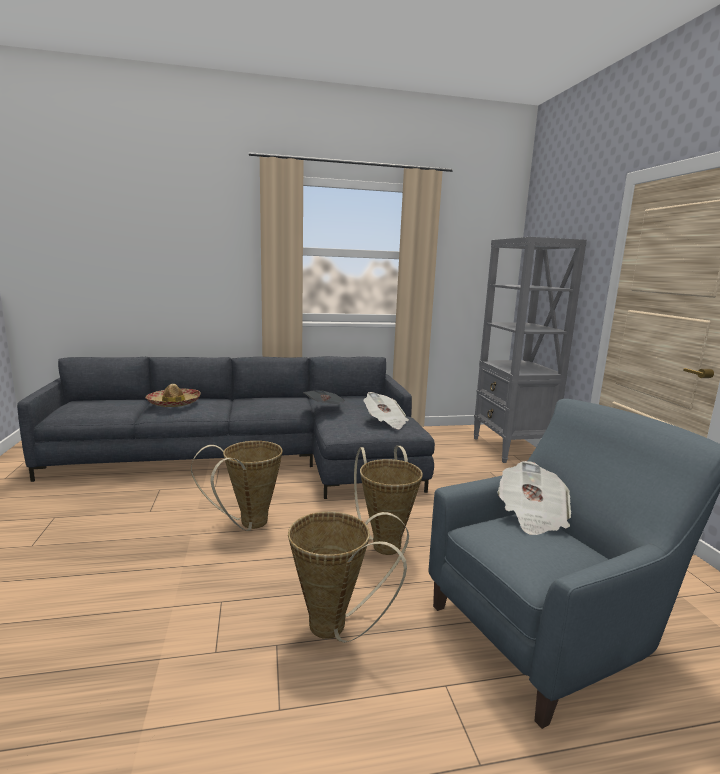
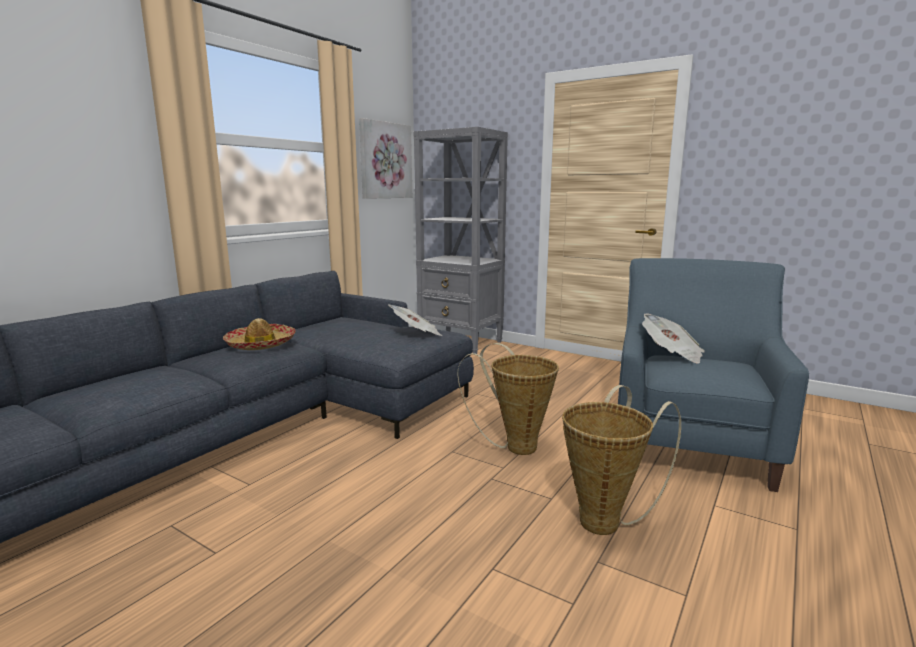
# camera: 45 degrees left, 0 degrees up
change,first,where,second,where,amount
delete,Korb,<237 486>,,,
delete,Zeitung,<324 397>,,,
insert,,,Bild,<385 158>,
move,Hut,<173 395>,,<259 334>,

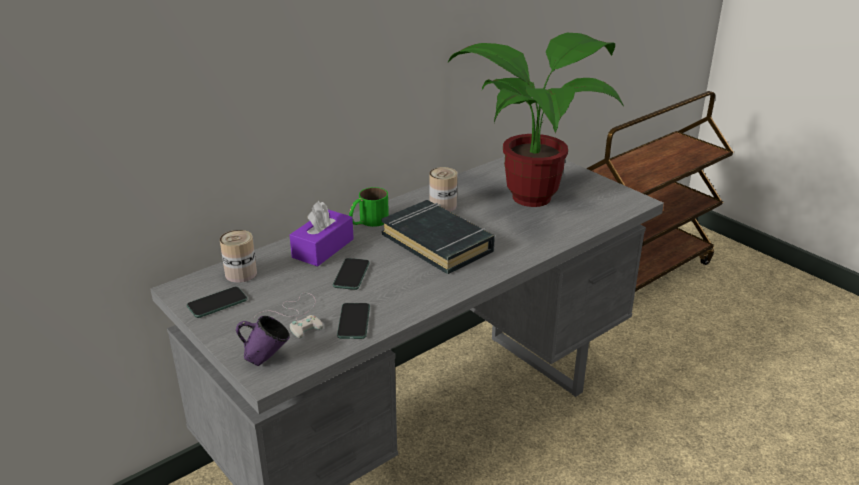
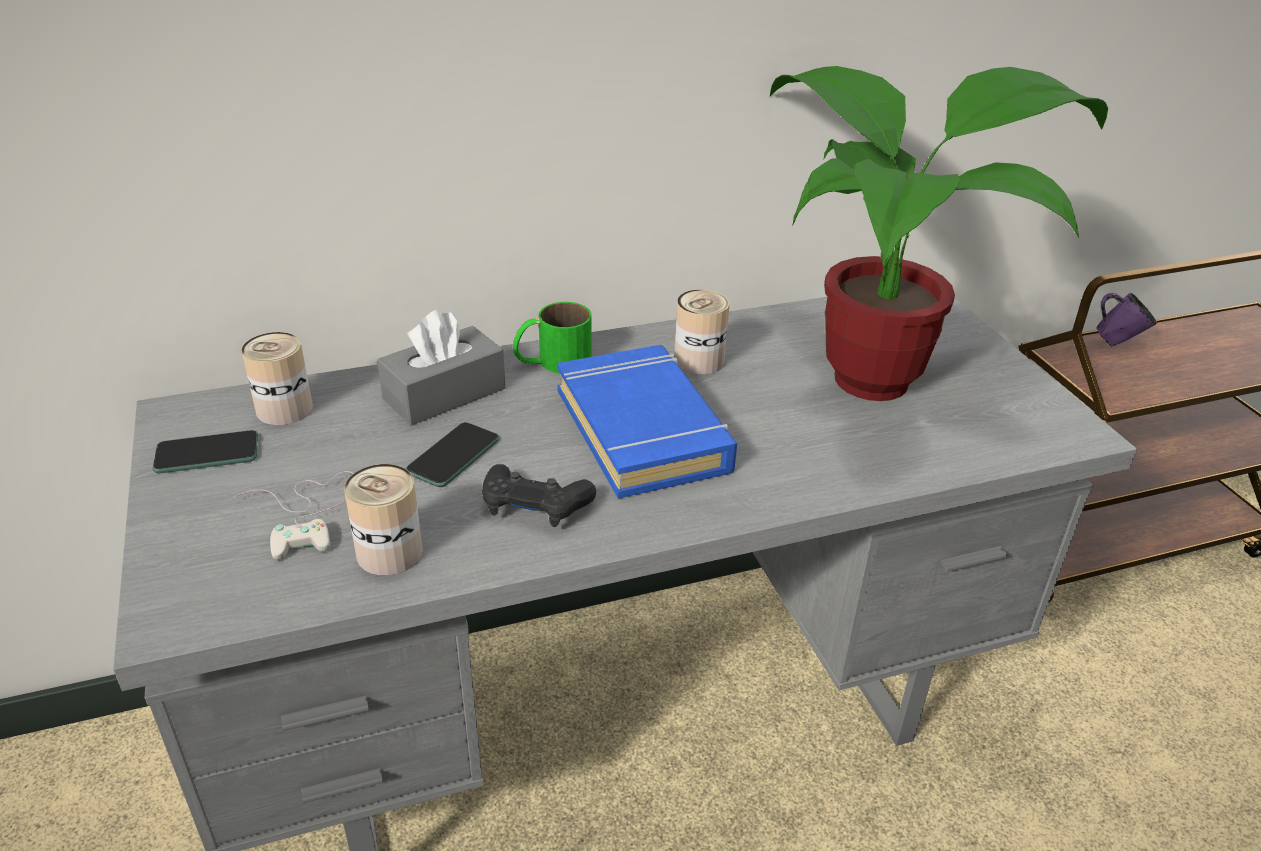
# camera: 20 degrees right, 5 degrees up
change,first,where,second,where,amount
insert,,,Gamepad/schwarz,<539 495>,
move,Henkelbecher/lila,<262 341>,,<1126 320>,
replace,Handy,<353 321>,Dose,<383 519>,
recolor,Taschentuchbox/lila,<322 234>,Taschentuchbox/grau,<441 367>,
recolor,Buch/schwarz,<438 237>,Buch/blau,<647 422>,

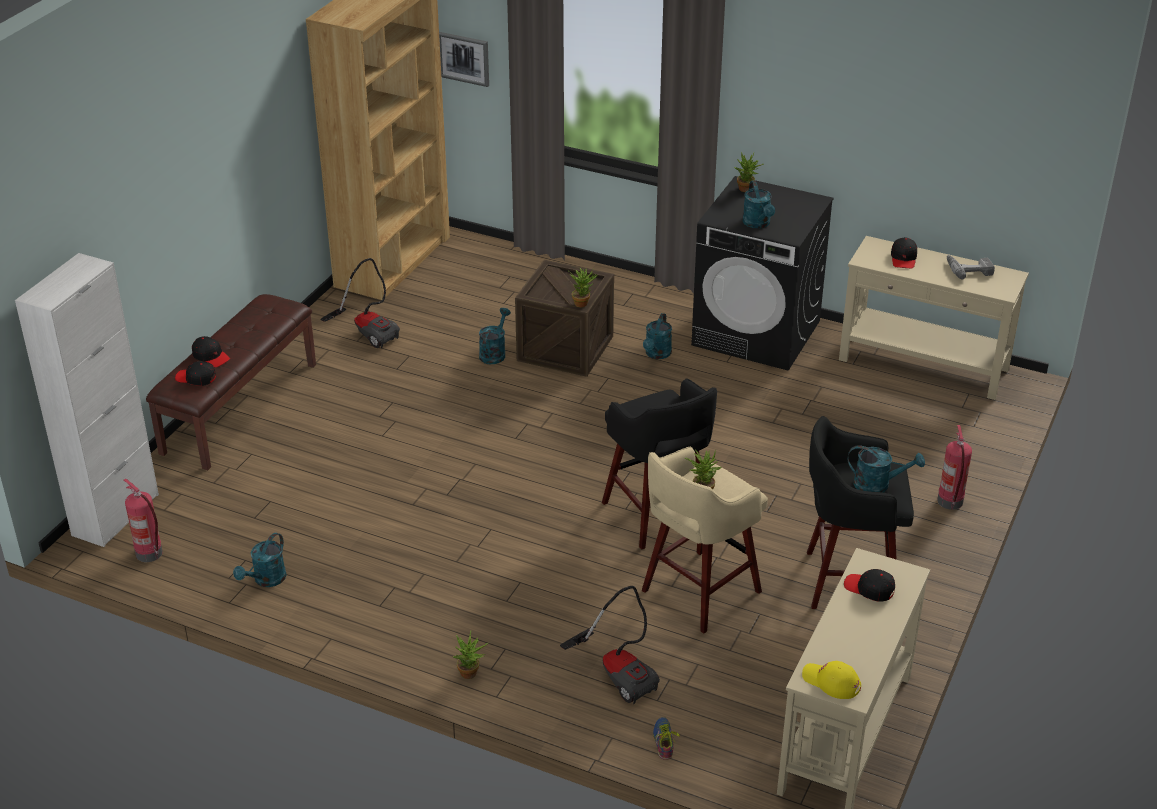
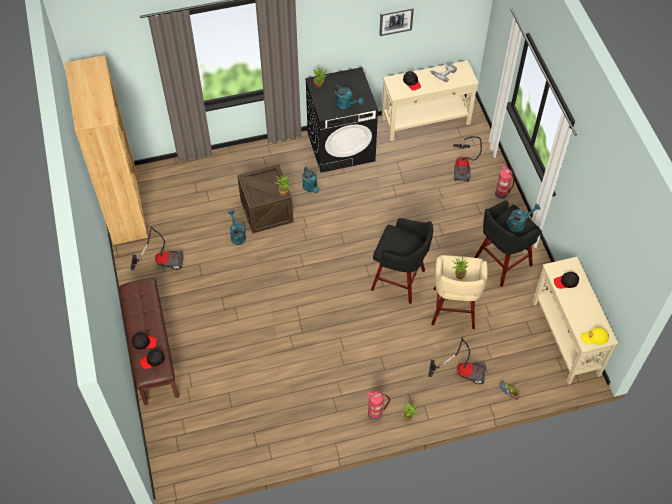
# camera: 40 degrees left, 20 degrees up
change,first,where,second,where,amount
delete,Schrank/weiß,<87 400>,,,
delete,Gießkanne/türkis,<260 560>,,,
insert,,,Staubsauger,<467 159>,
move,Feuerlöscher,<143 520>,,<378 405>,
move,Bild,<464 59>,,<396 21>,

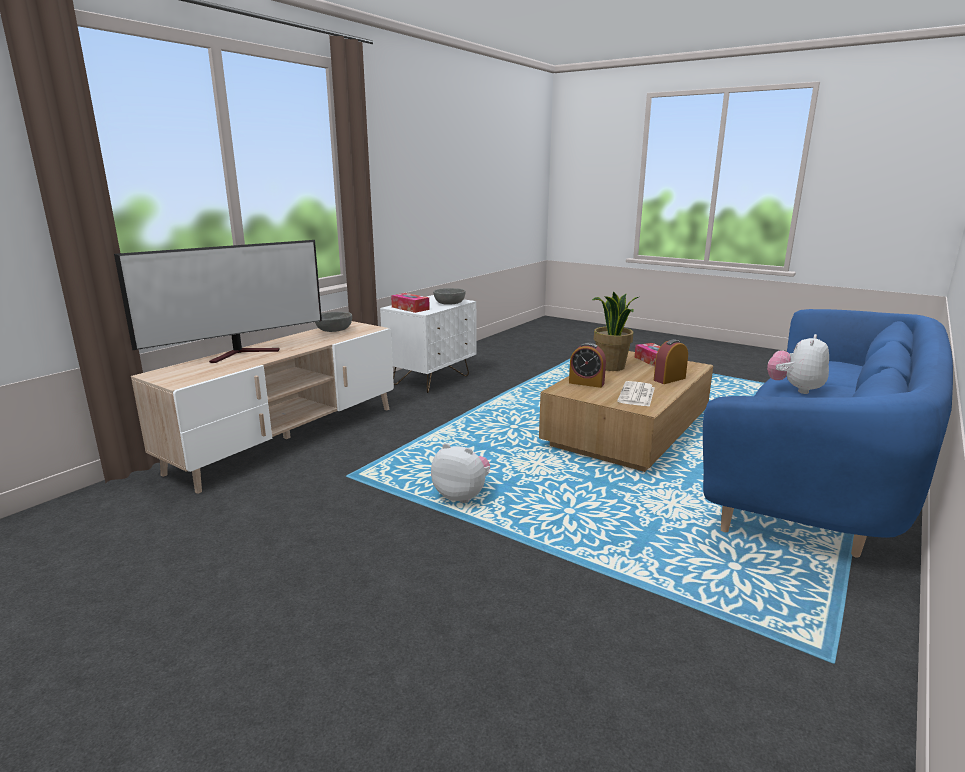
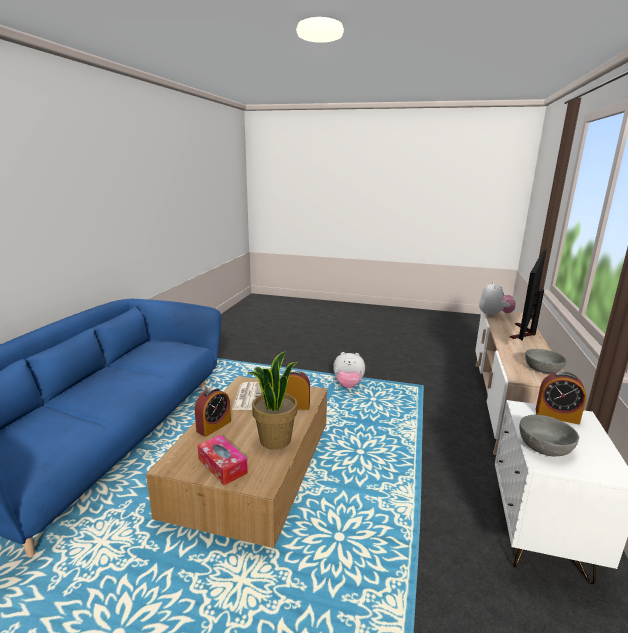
# camera: 160 degrees right, 0 degrees up
change,first,where,second,where,amount
move,Plüschtier,<798 364>,,<497 299>,
replace,Taschentuchbox,<410 303>,Wecker,<561 398>,

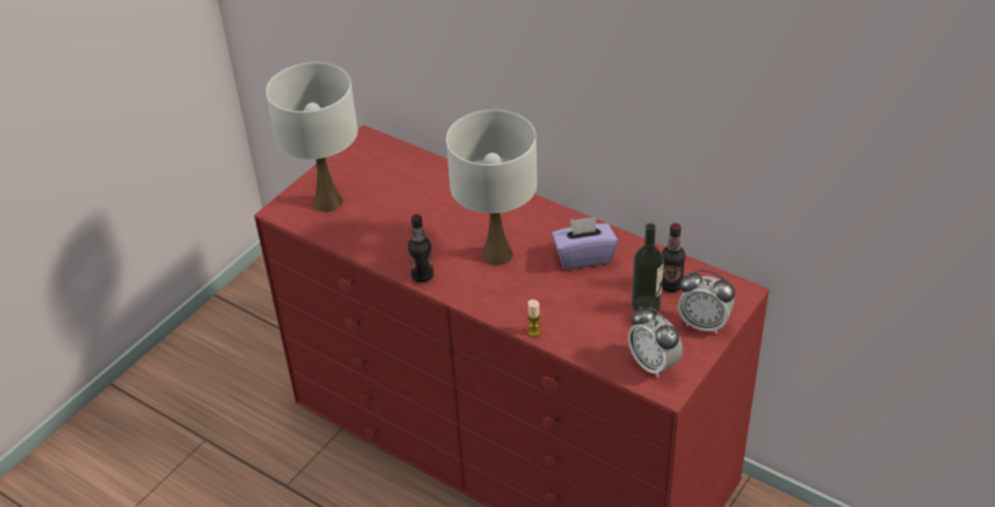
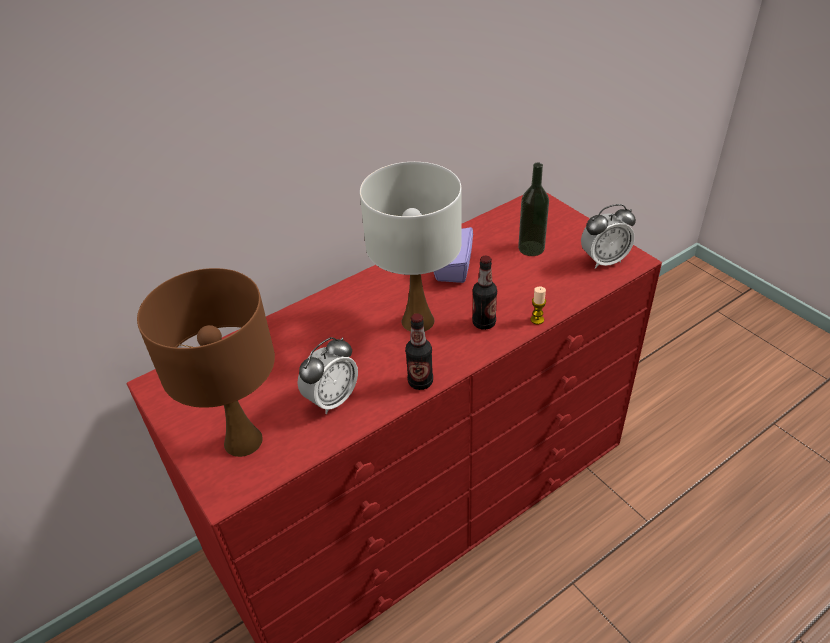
# camera: 70 degrees left, 0 degrees up
change,first,where,second,where,amount
move,Flasche,<673 257>,,<484 293>,
move,Wecker,<706 302>,,<328 375>,
recolor,Tischlampe/weiß,<312 137>,Tischlampe/braun,<206 362>,

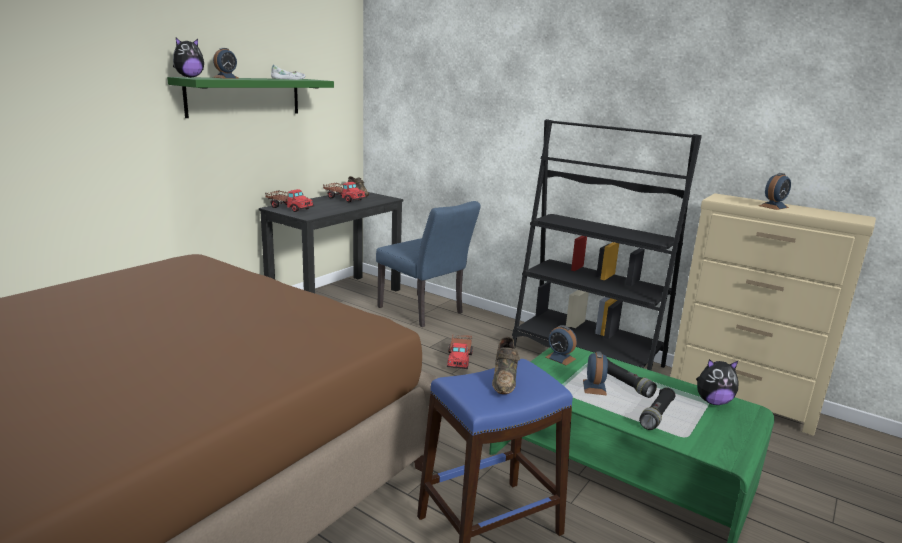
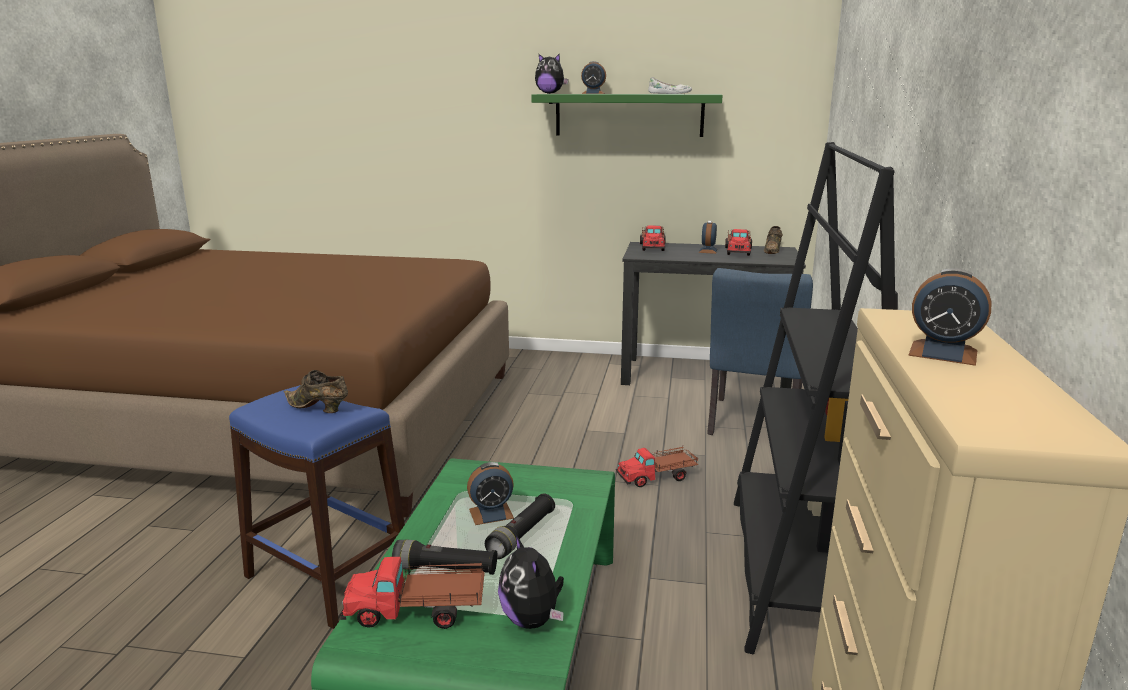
# camera: 65 degrees right, 0 degrees up
change,first,where,second,where,amount
insert,,,Spielzeuglaster,<412 593>,
move,Wecker,<561 345>,,<708 237>,
rotate,Schuh/braun,<506 365>,,<316 391>,45 degrees clockwise

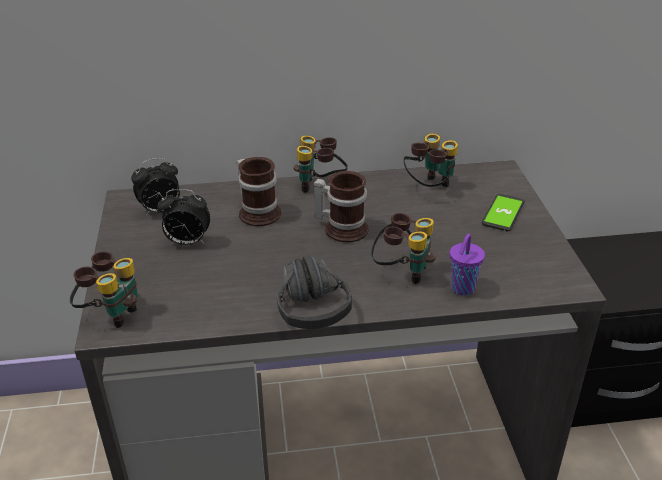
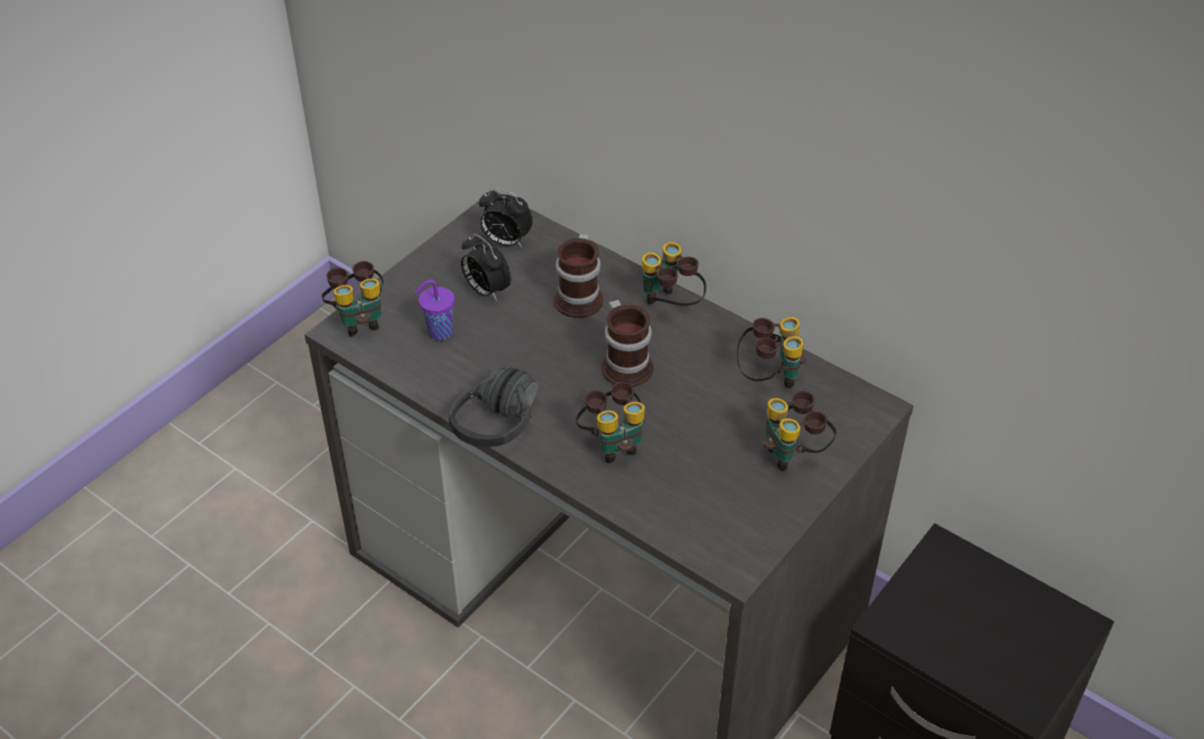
# camera: 45 degrees right, 10 degrees up
change,first,where,second,where,amount
move,Tasse/lila,<467 264>,,<434 310>,
replace,Handy,<503 212>,Fernglas,<800 431>,

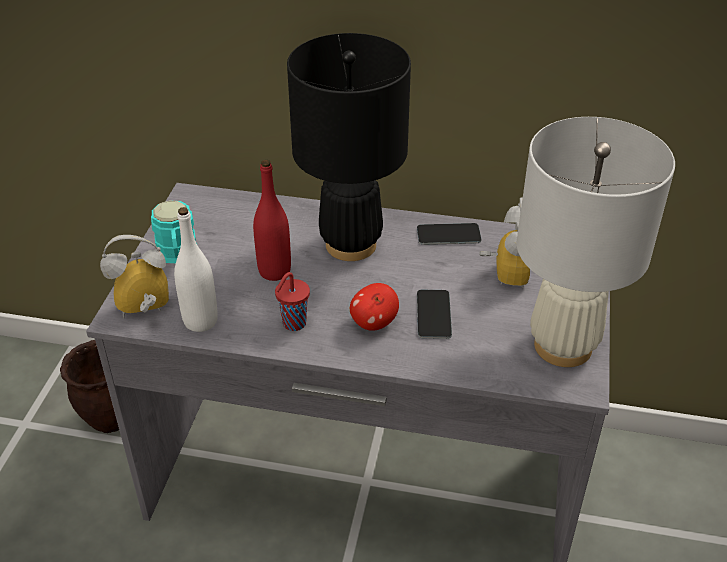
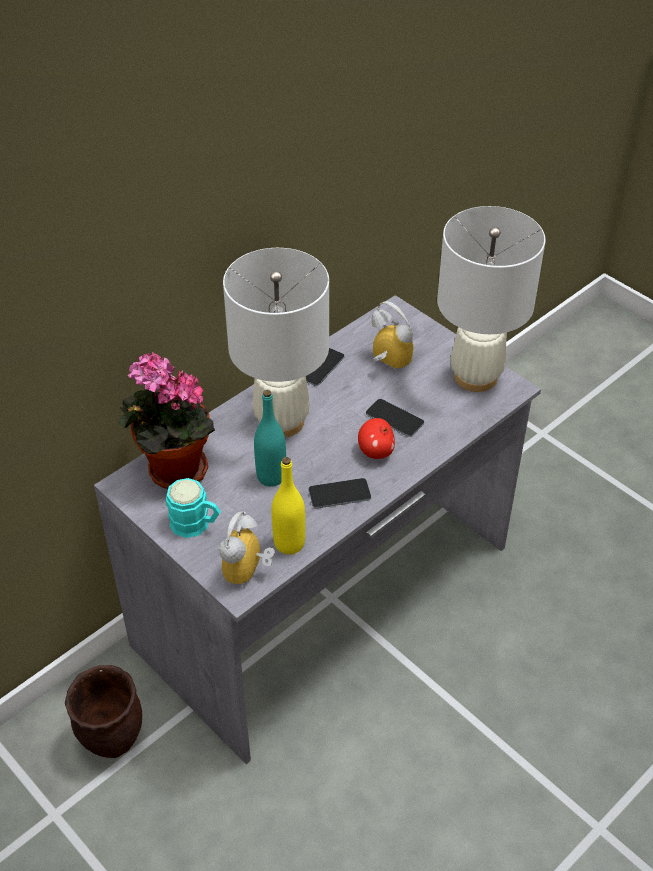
# camera: 55 degrees left, 5 degrees up
change,first,where,second,where,amount
insert,,,Topfpflanze,<167 420>,
replace,Tasse/rot,<292 301>,Handy,<340 493>,
recolor,Flasche/weiß,<196 269>,Flasche/gelb,<288 505>,
recolor,Flasche/rot,<272 220>,Flasche/türkis,<270 438>,
recolor,Tischlampe/schwarz,<349 147>,Tischlampe/weiß,<276 343>,

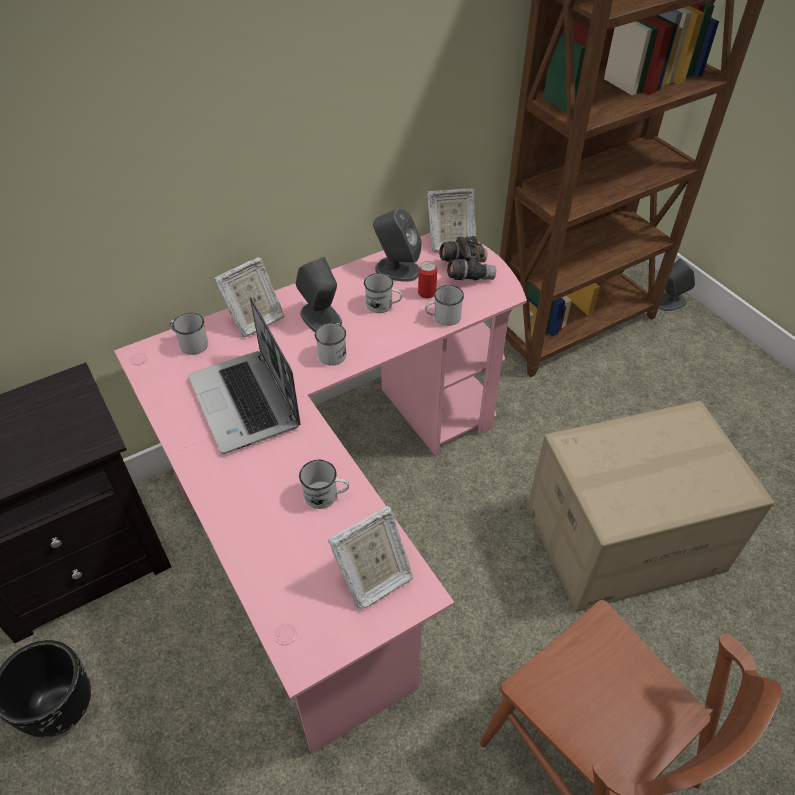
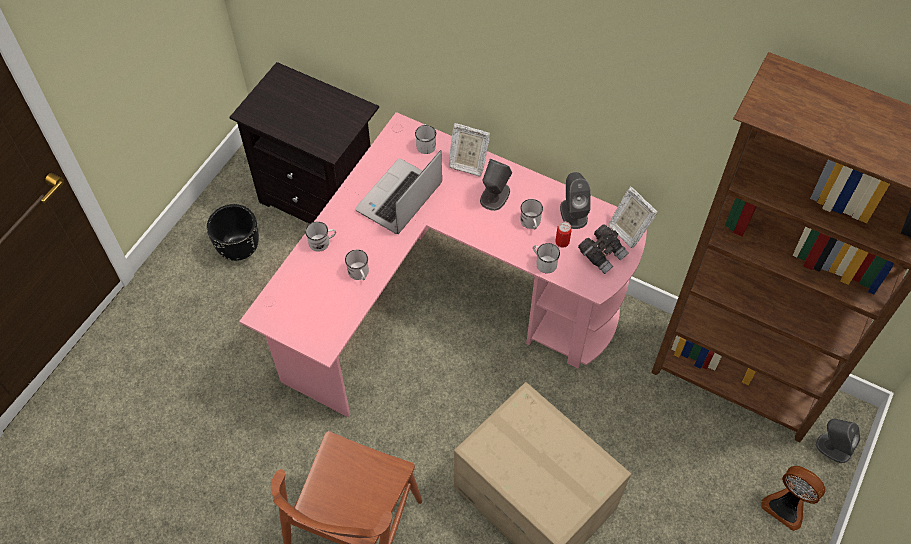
# camera: 60 degrees right, 10 degrees up
change,first,where,second,where,amount
delete,Bilderrahmen,<371 557>,,,
insert,,,Ventilator,<793 498>,
move,Henkelbecher/weiß,<330 344>,,<320 236>,

